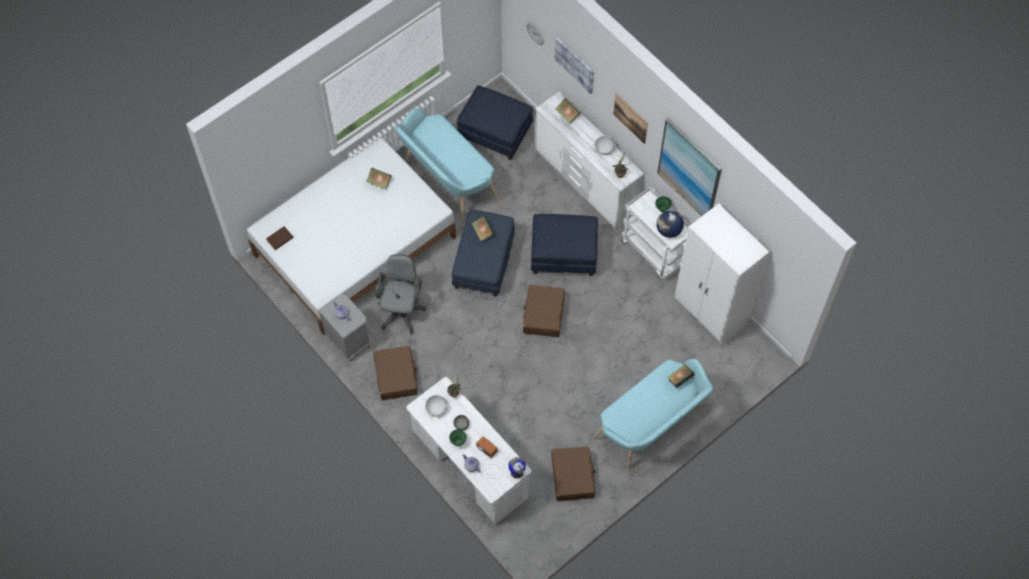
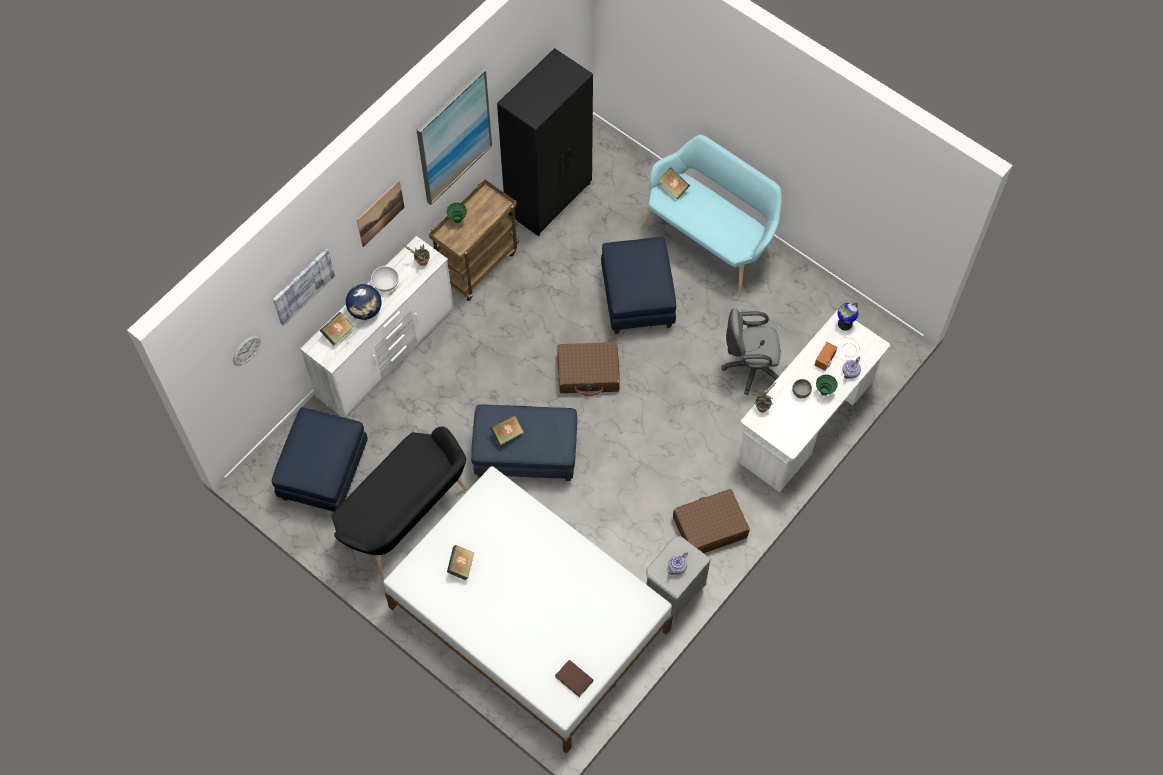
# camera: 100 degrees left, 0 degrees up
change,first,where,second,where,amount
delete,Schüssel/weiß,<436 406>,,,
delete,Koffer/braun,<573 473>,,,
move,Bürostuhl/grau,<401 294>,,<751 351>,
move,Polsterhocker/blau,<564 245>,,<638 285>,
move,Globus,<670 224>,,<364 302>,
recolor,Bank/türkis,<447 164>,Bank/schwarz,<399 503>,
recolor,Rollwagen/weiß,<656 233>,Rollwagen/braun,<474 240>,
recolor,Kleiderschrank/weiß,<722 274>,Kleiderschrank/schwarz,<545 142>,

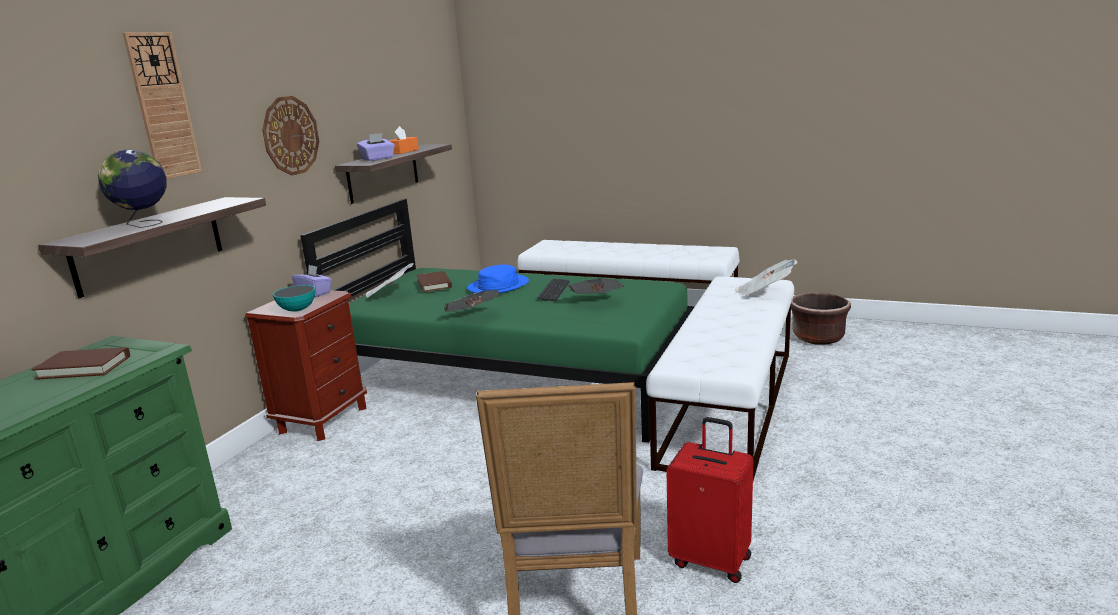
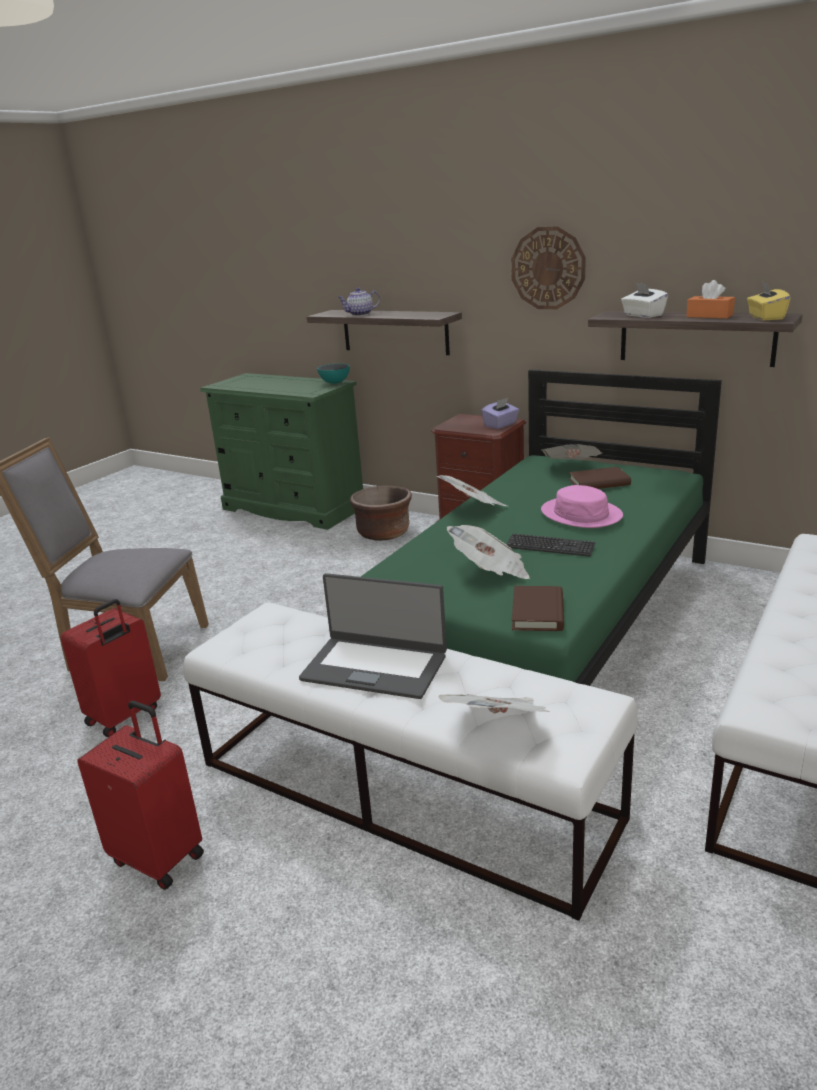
# camera: 100 degrees right, 5 degrees up
change,first,where,second,where,amount
delete,Wanduhr,<162 105>,,,
insert,,,Koffer/rot,<140 795>,
insert,,,Laptop,<373 636>,
insert,,,Taschentuchbox/gelb,<769 301>,
move,Buch/braun,<80 363>,,<538 608>,
move,Schüssel,<294 298>,,<333 374>,
move,Pflanzkübel/braun,<821 319>,,<381 513>,
replace,Globus,<132 189>,Teekanne,<359 301>,
recolor,Taschentuchbox/lila,<376 147>,Taschentuchbox/weiß,<644 300>,
recolor,Hut/blau,<498 279>,Hut/rosa,<582 506>,

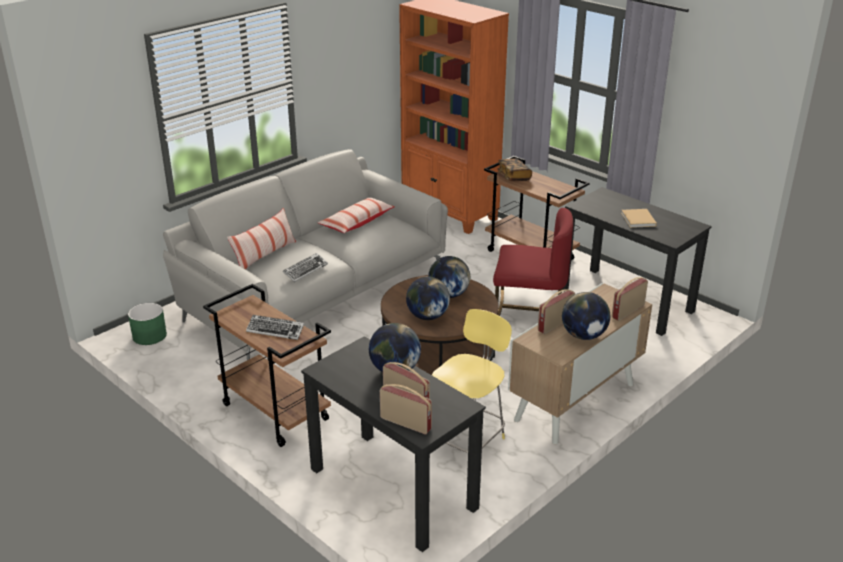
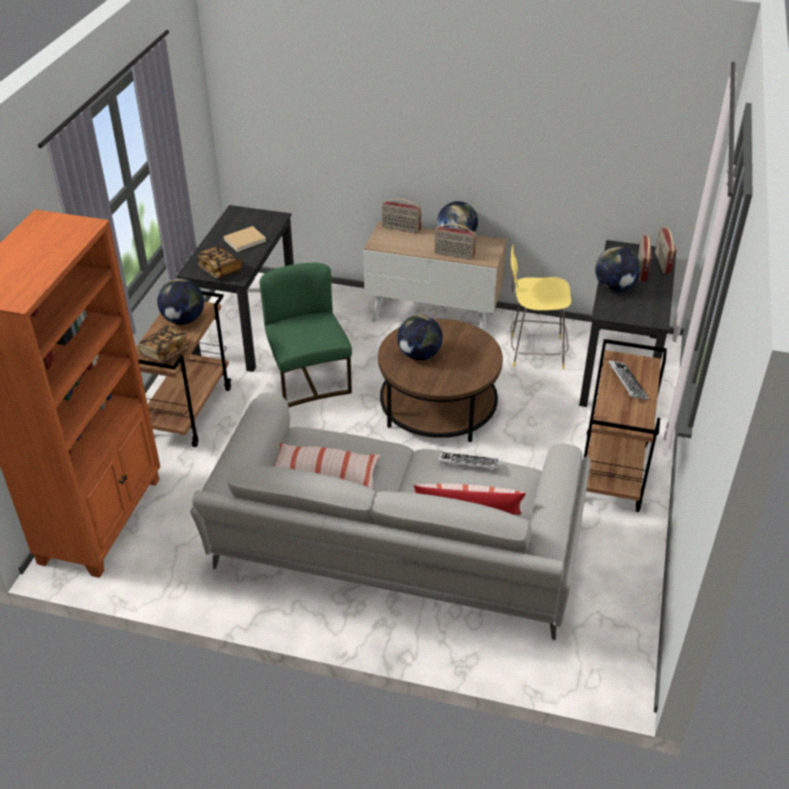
# camera: 120 degrees left, 10 degrees up
change,first,where,second,where,amount
delete,Pflanzkübel/grün,<147 324>,,,
insert,,,Buch,<220 262>,
move,Globus,<428 298>,,<180 302>,
recolor,Stuhl/rot,<533 262>,Stuhl/grün,<305 335>,

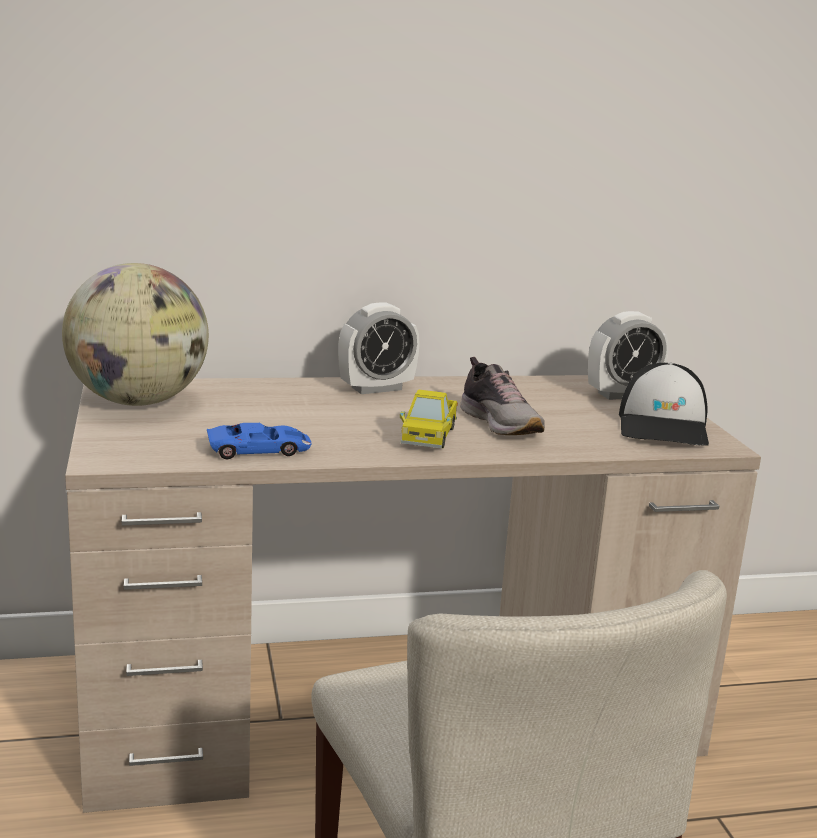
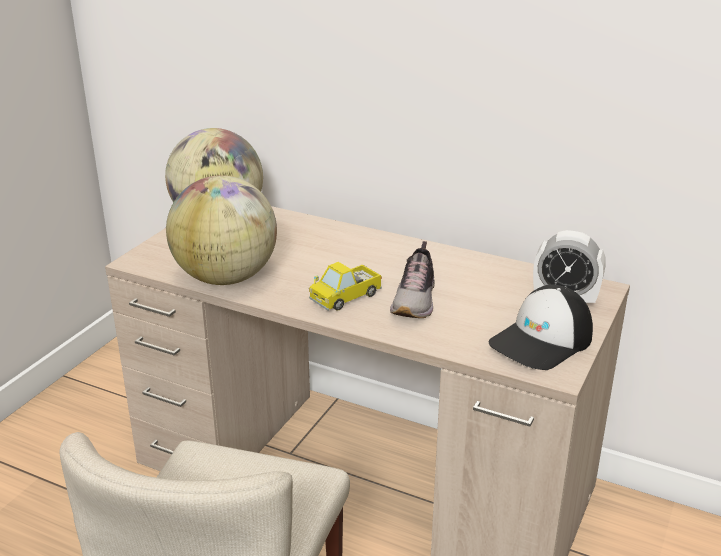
# camera: 40 degrees right, 10 degrees up
change,first,where,second,where,amount
delete,Wecker,<379 348>,,,
replace,Spielzeugauto/blau,<259 441>,Globus,<221 230>,

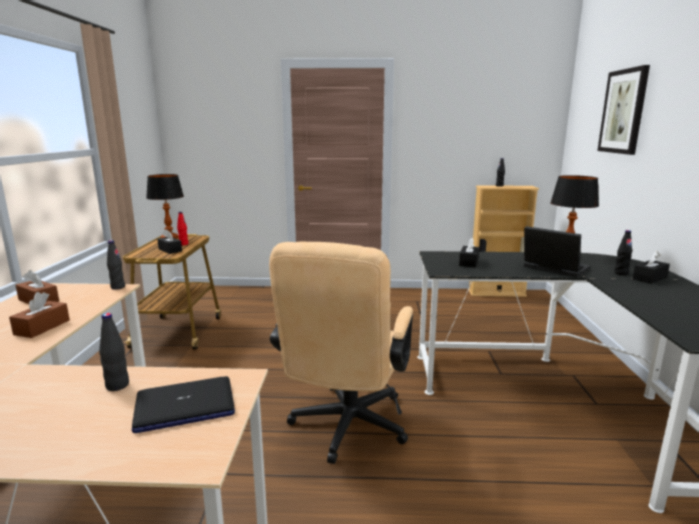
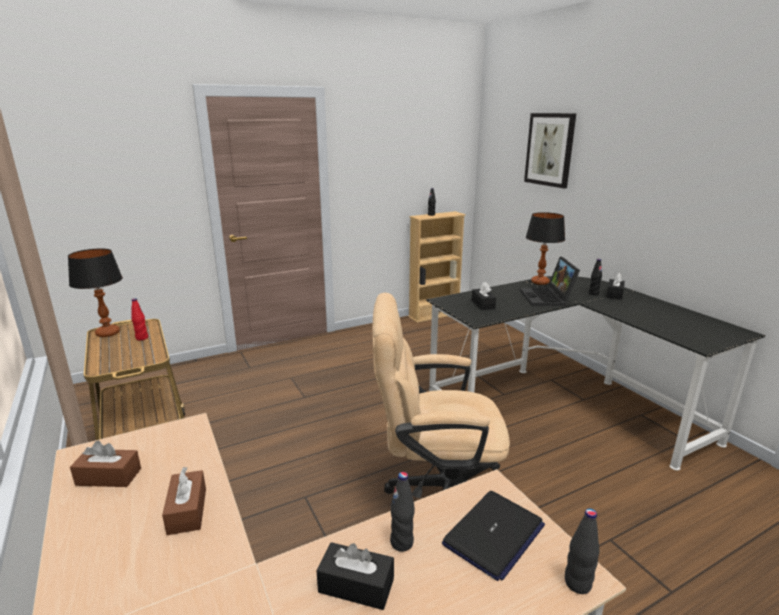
# camera: 30 degrees left, 5 degrees up
change,first,where,second,where,amount
move,Flasche/schwarz,<116 265>,,<582 551>,
move,Taschentuchbox/schwarz,<169 241>,,<355 576>,
rotate,Bürostuhl/beige,<341 352>,,<441 395>,105 degrees clockwise
rotate,Laptop,<557 252>,,<550 281>,105 degrees counterclockwise

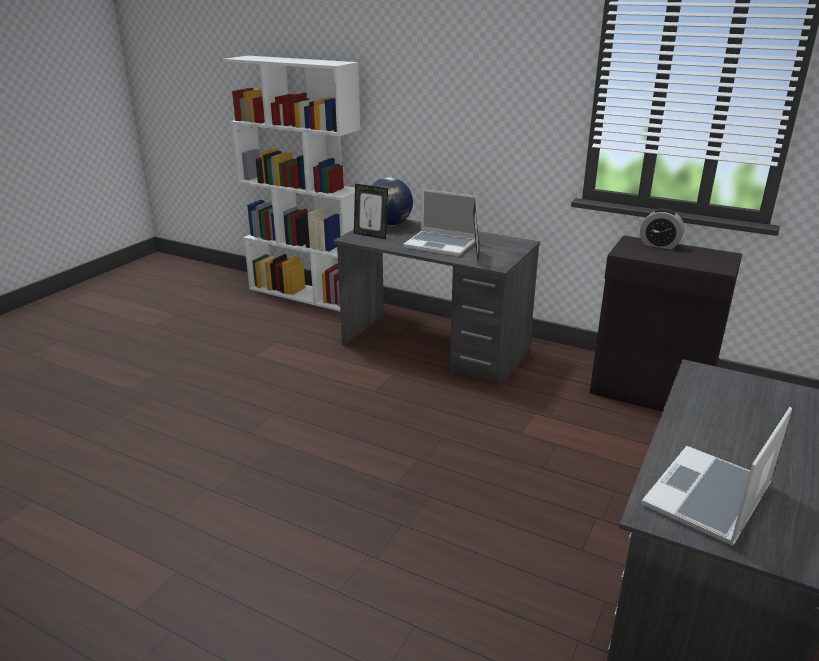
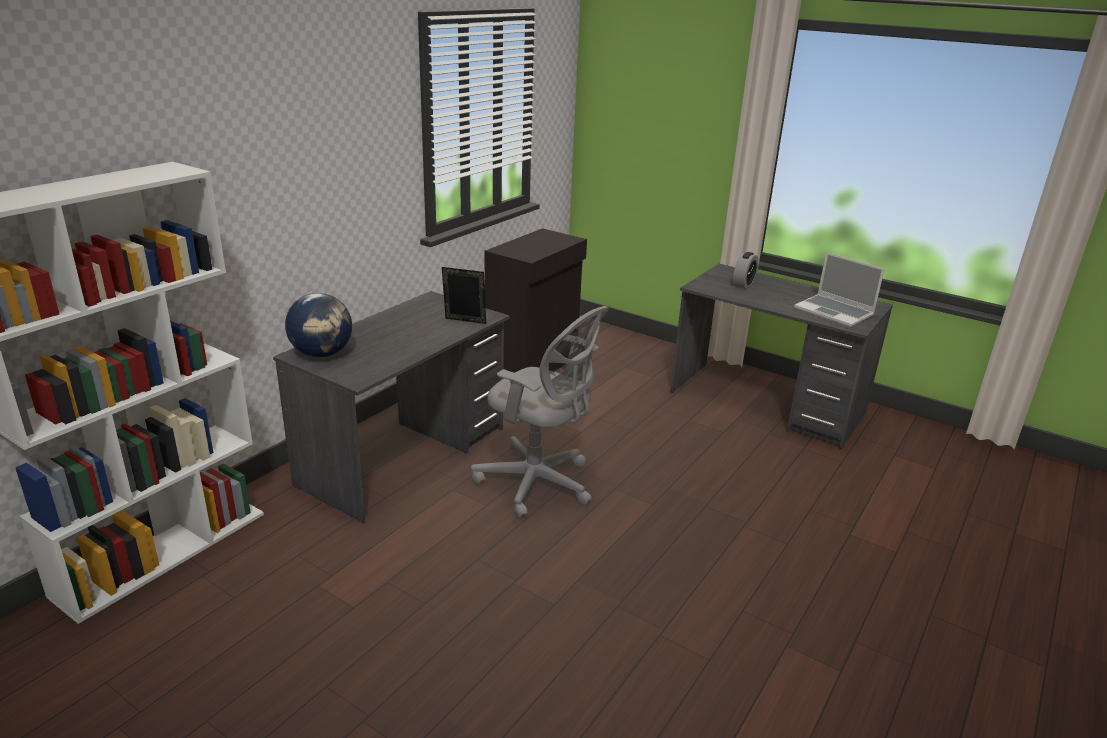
# camera: 85 degrees left, 0 degrees up
change,first,where,second,where,amount
delete,Bilderrahmen,<371 211>,,,
delete,Laptop,<440 223>,,,
insert,,,Bürostuhl/grau,<540 412>,
move,Wecker,<662 228>,,<745 270>,

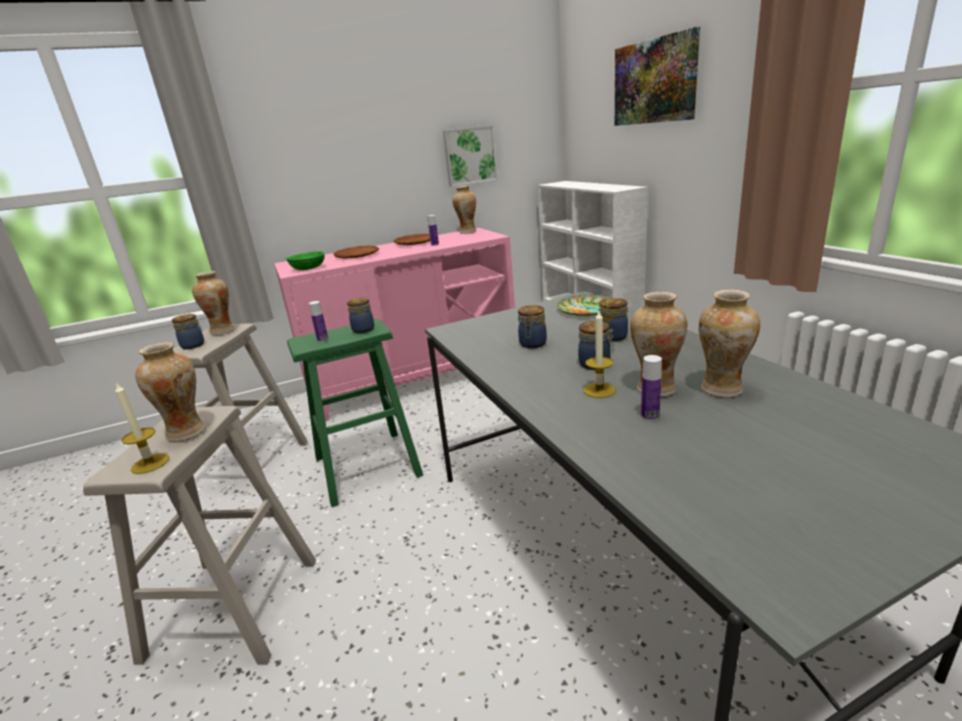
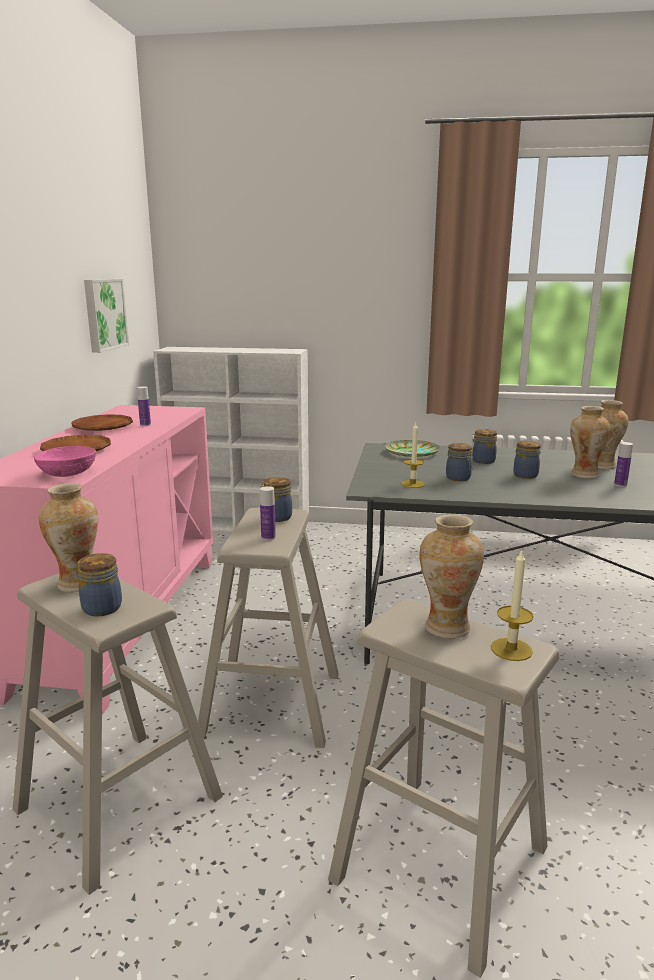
# camera: 60 degrees left, 5 degrees down
change,first,where,second,where,amount
delete,Vase,<464 210>,,,
delete,Bild,<657 76>,,,
move,Kerze,<599 354>,,<413 455>,
recolor,Schüssel/grün,<305 260>,Schüssel/rosa,<65 461>,
recolor,Hocker/grün,<355 413>,Hocker/beige,<268 628>,

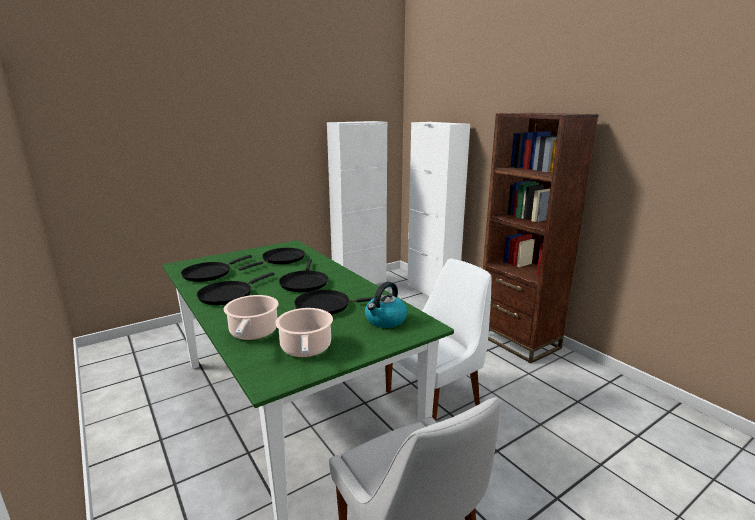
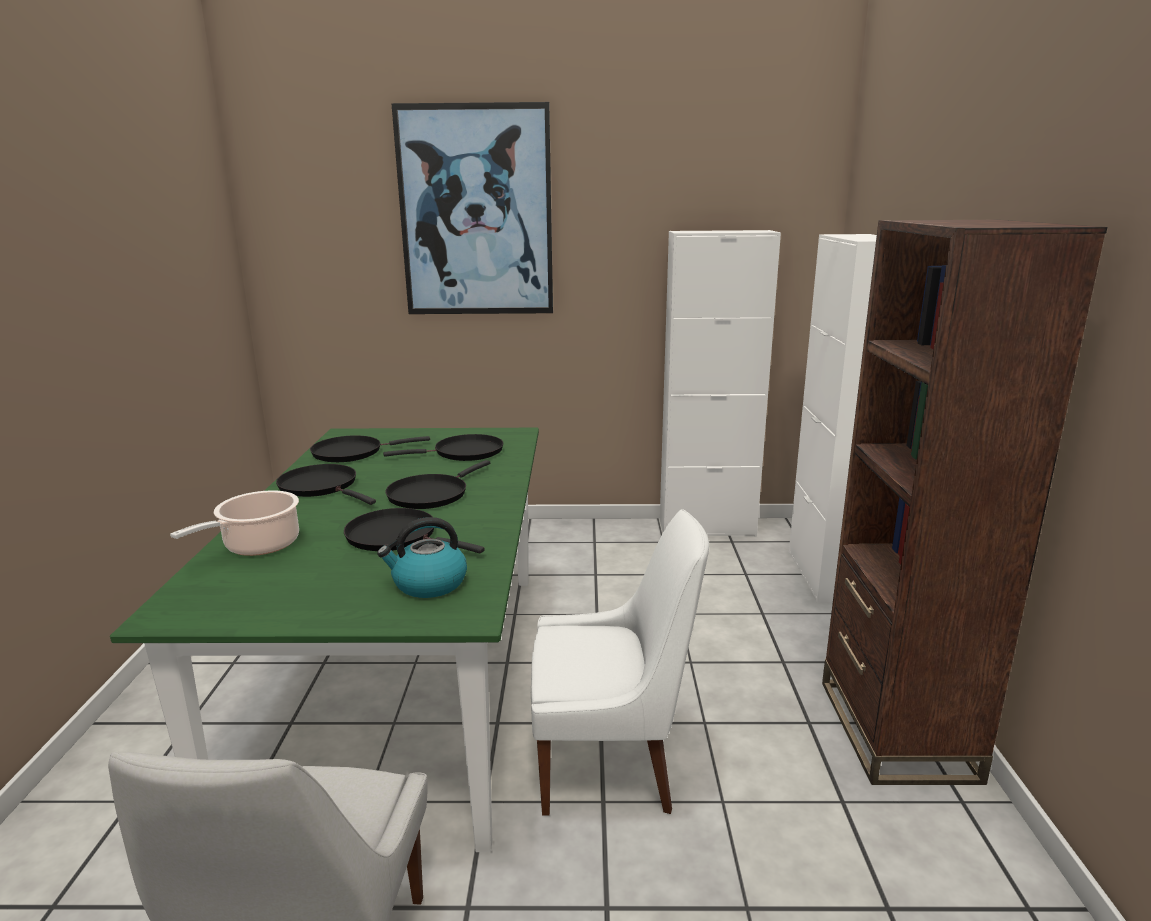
# camera: 35 degrees right, 0 degrees up
change,first,where,second,where,amount
delete,Kochtopf,<304 332>,,,
insert,,,Bild,<472 208>,
rotate,Pfanne/schwarz,<236 288>,,<326 484>,60 degrees clockwise

